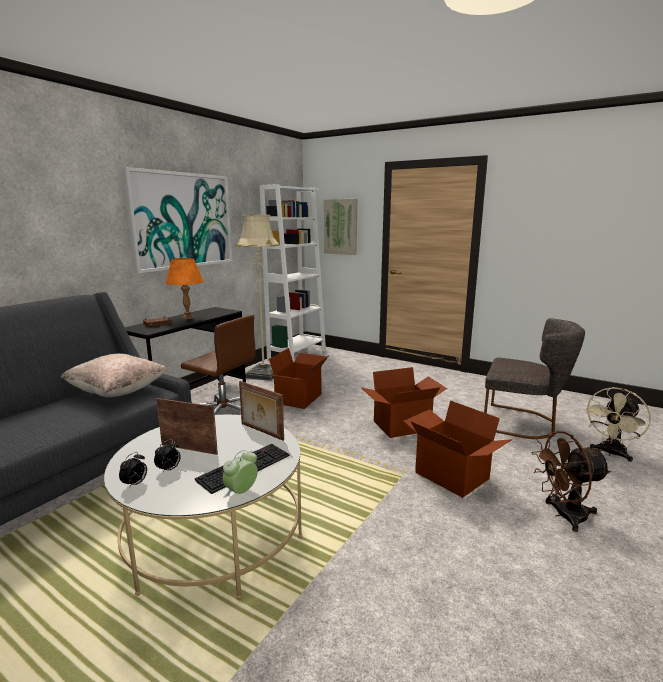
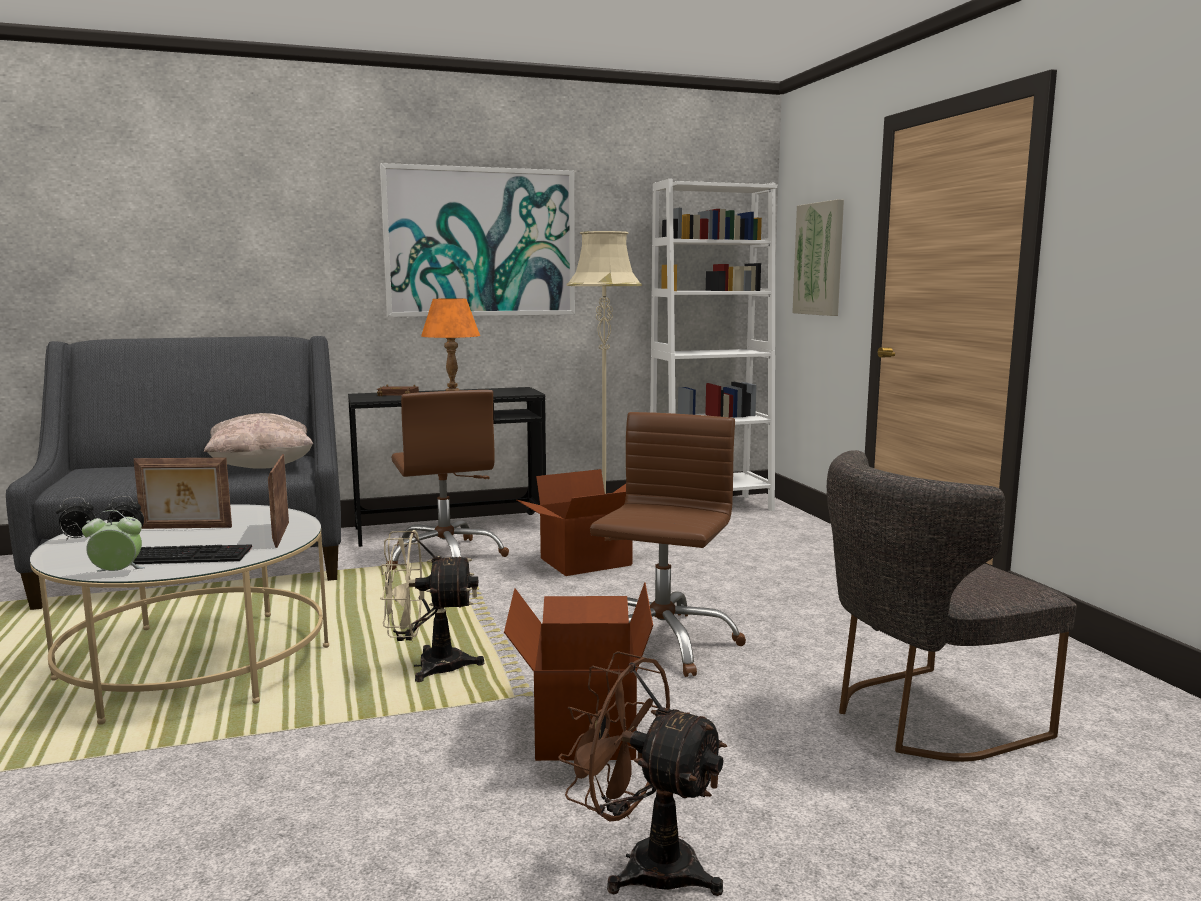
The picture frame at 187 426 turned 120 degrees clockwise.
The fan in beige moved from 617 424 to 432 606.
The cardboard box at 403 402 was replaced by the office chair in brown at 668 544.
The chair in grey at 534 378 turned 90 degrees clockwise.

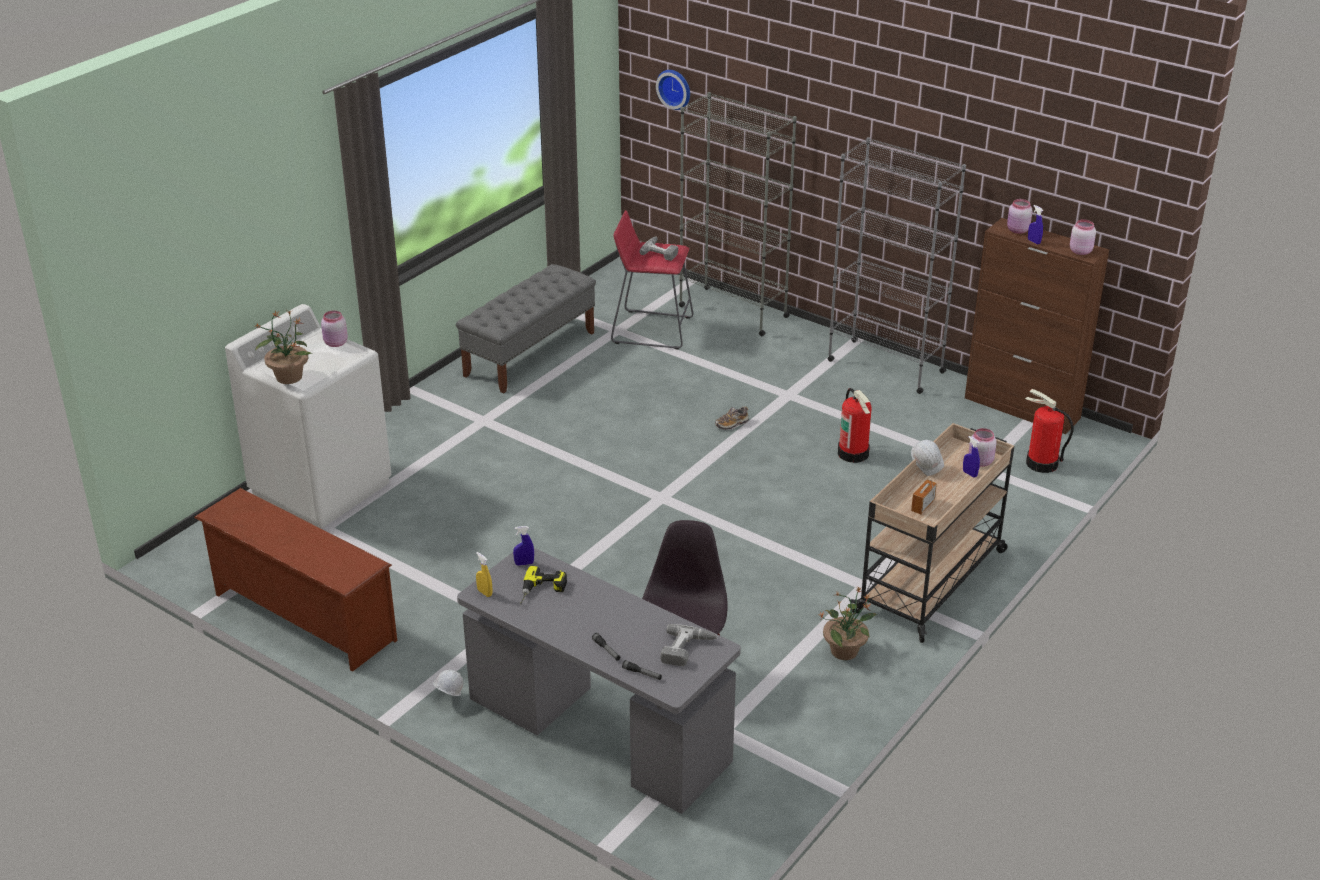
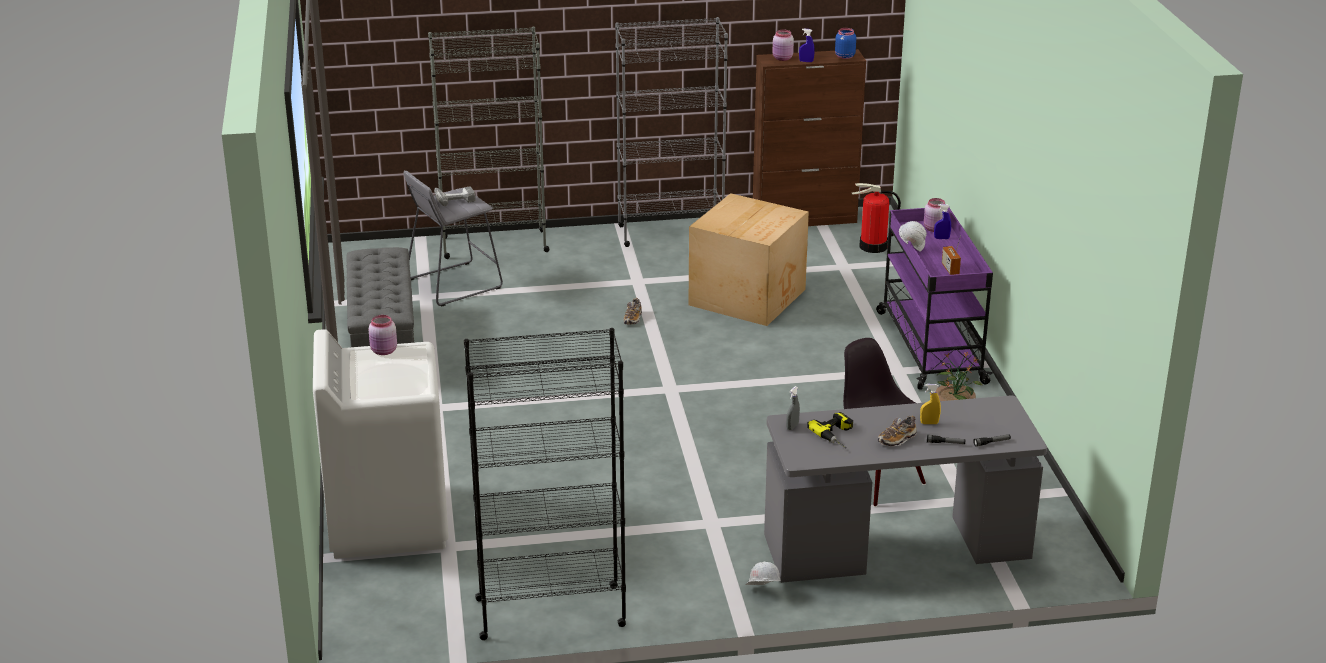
The stool in red at 652 280 became the stool in grey at 453 239.
The shoe rack in brown at 295 579 was replaced by the bookcase in black at 545 484.
The fire extinguisher at 854 425 was replaced by the cardboard box at 749 259.
The spray bottle in blue at 523 546 became the spray bottle in grey at 793 408.
The jar in pink at 1083 237 became the jar in blue at 845 43.
The cart in beige at 931 533 became the cart in purple at 934 299.
The shoe at 897 431 appeared.
The spray bottle in yellow moved from 484 574 to 930 404.
The potted plant at 283 347 disappeared.
The wall clock at 673 90 disappeared.
The power drill at 689 645 disappeared.

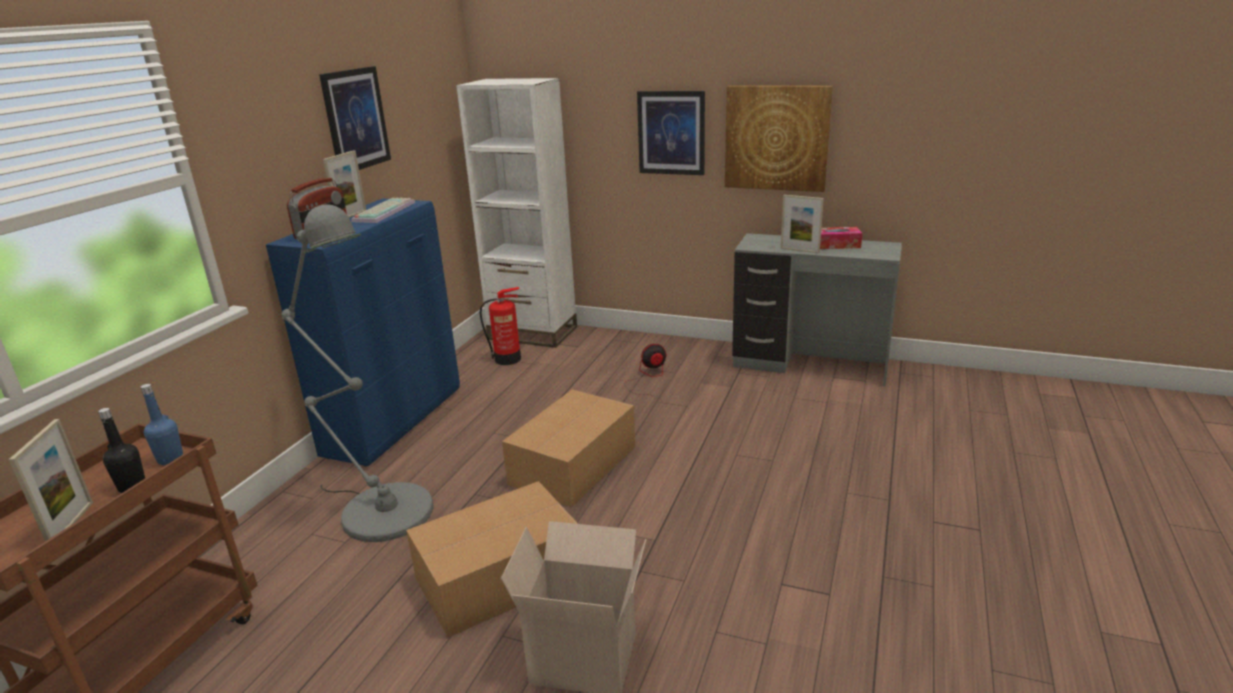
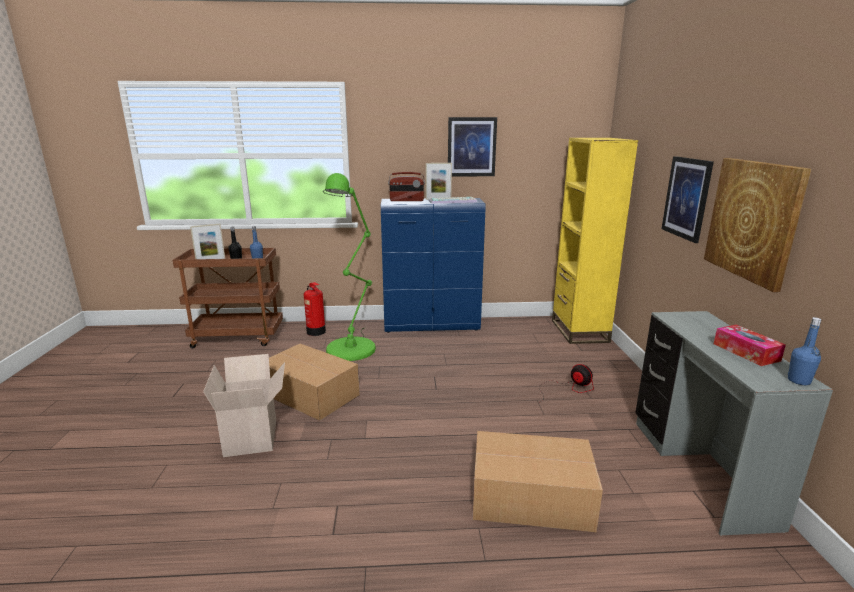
The fire extinguisher moved from 500 326 to 315 309.
The floor lamp in grey at 358 373 became the floor lamp in green at 349 267.
The cardboard box moved from 568 448 to 538 481.
The bookcase in white at 516 213 became the bookcase in yellow at 595 241.
The bottle in blue at 805 351 appeared.
The picture frame at 802 224 disappeared.

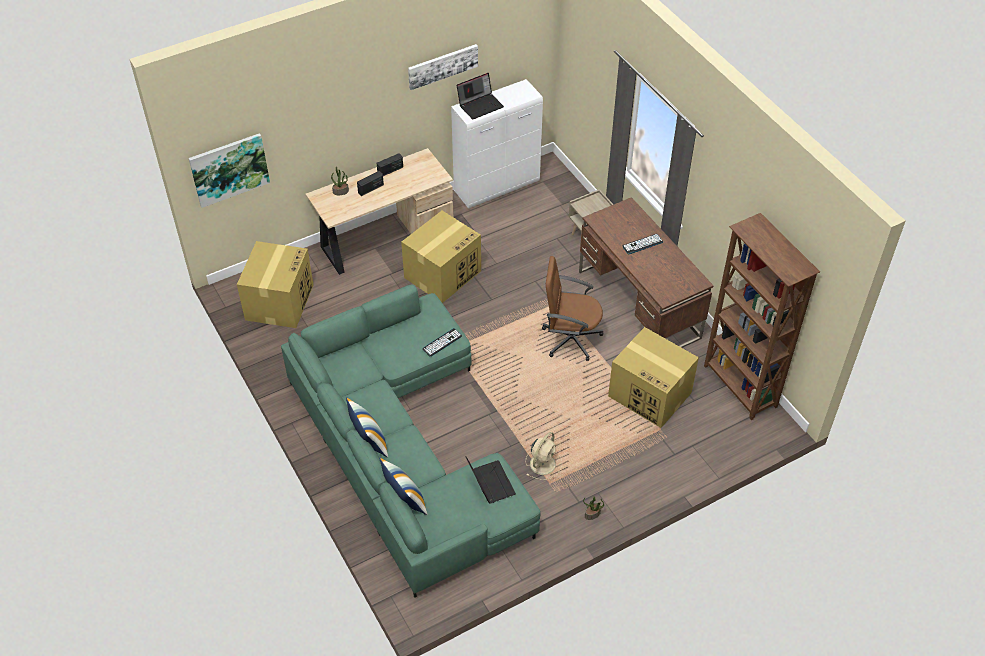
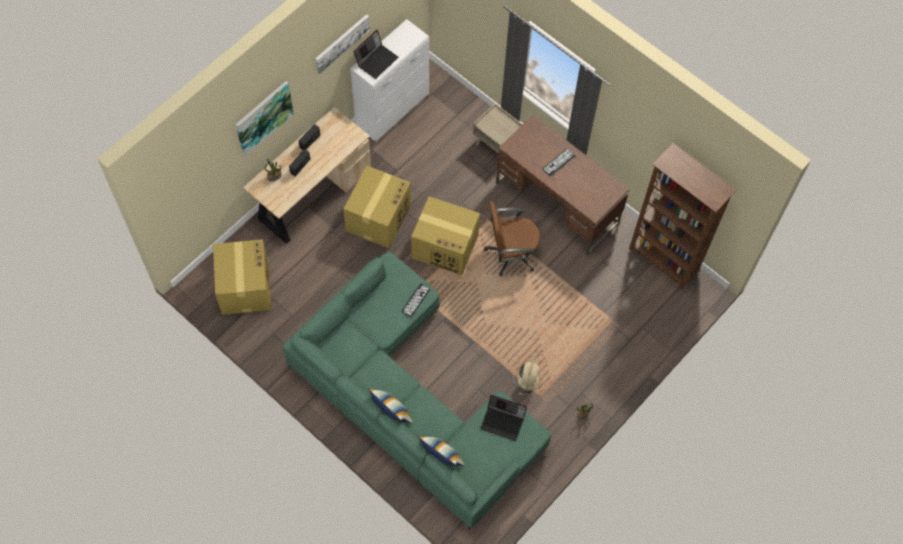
The picture moved from 229 170 to 265 119.
The cardboard box moved from 653 377 to 445 235.
The laptop at 491 480 turned 150 degrees clockwise.

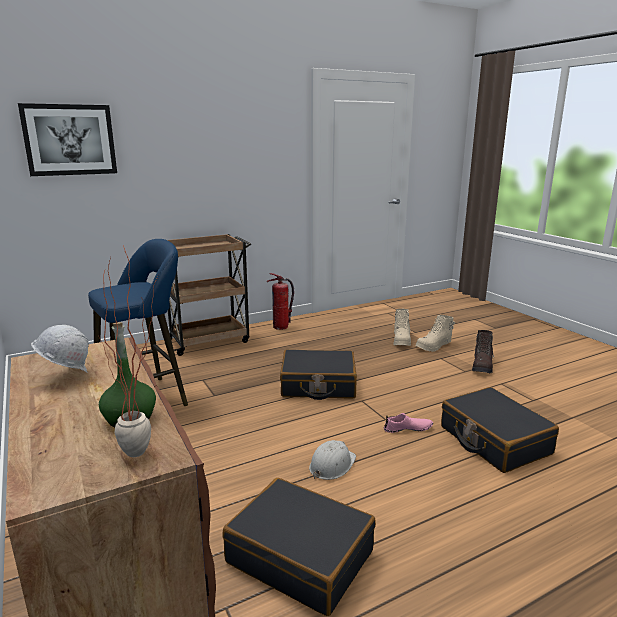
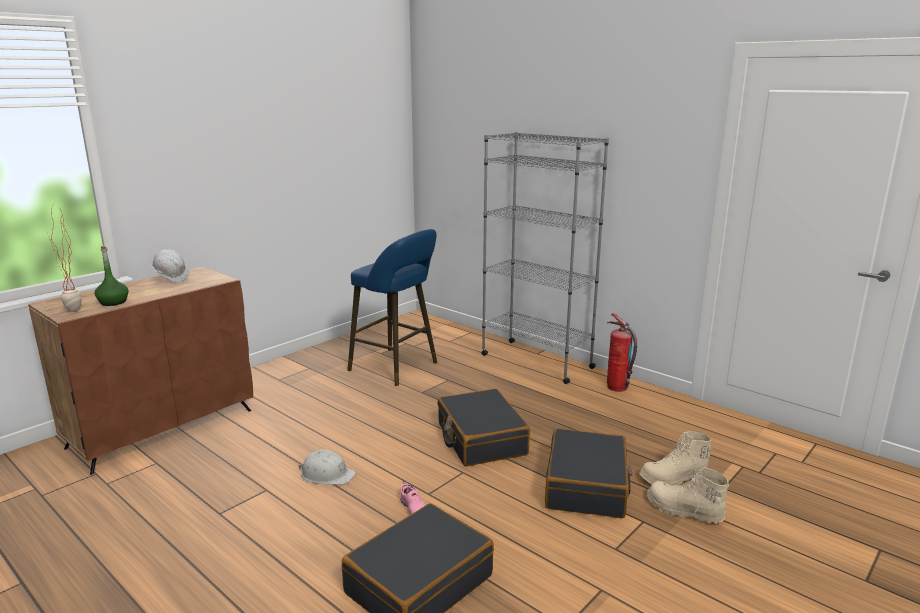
The cart in brown at 209 295 was replaced by the bookcase in grey at 545 258.
The suitcase in black moved from 299 547 to 588 473.
The picture at 67 139 disappeared.
The boot in brown at 483 351 disappeared.

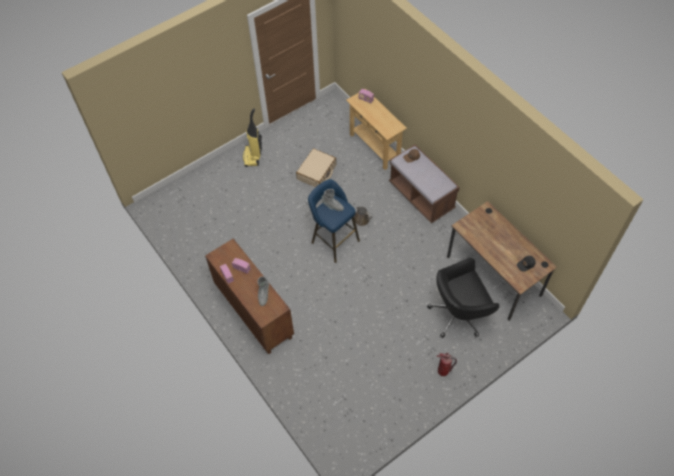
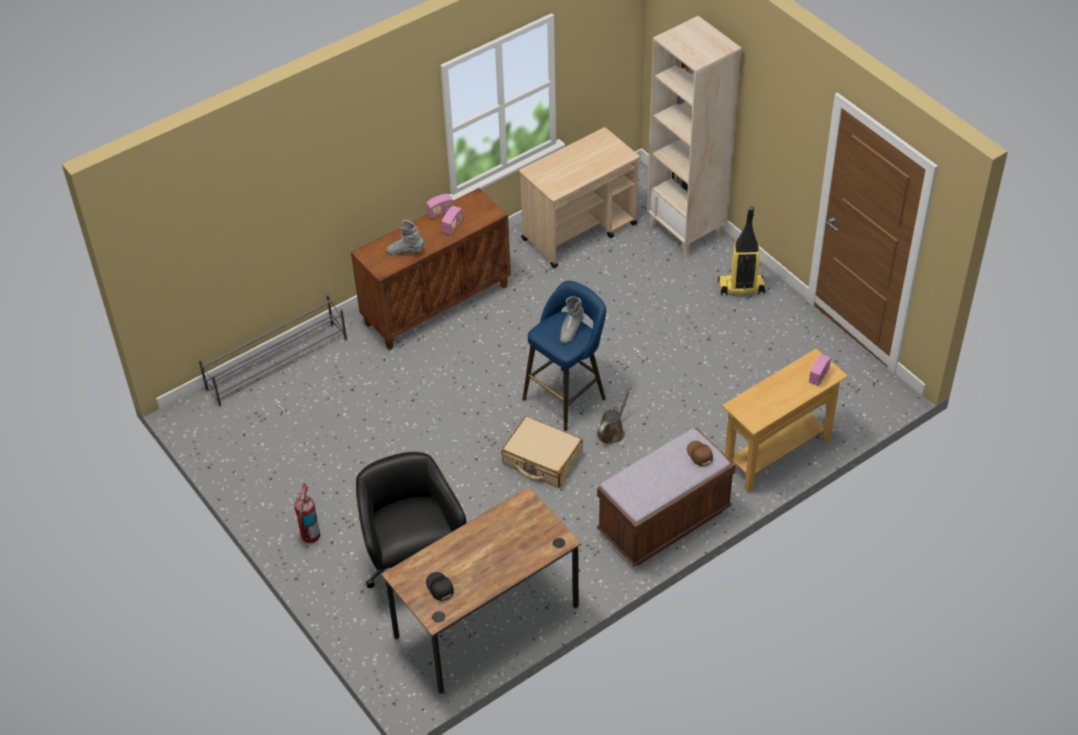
The shoe rack in grey at 273 350 appeared.
The suitcase in beige moved from 316 167 to 542 452.
The cart in beige at 579 197 appeared.
The bookcase in beige at 694 136 appeared.

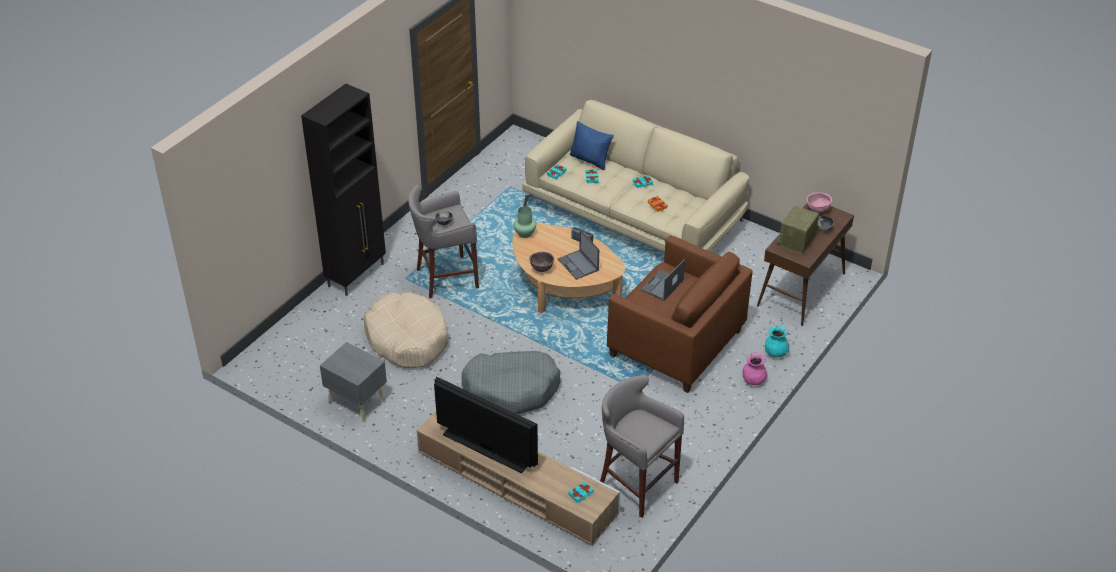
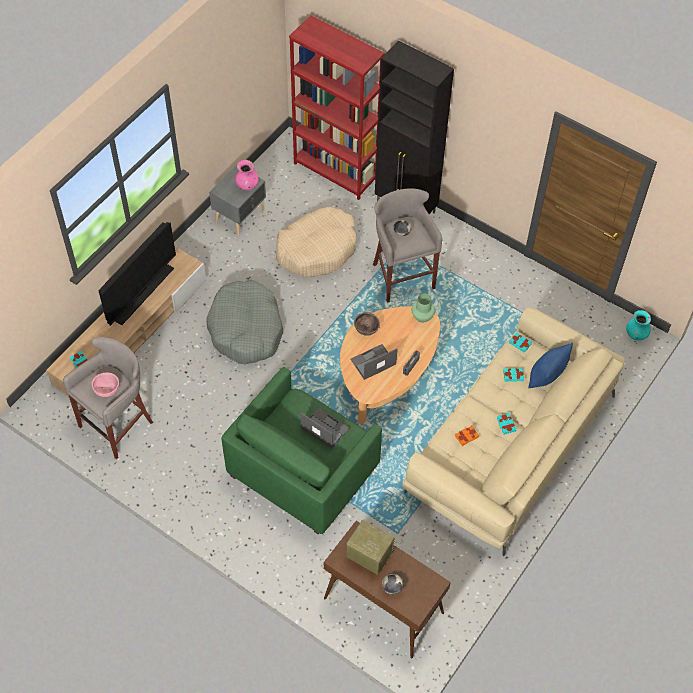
The bowl in pink moved from 819 202 to 105 385.
The armchair in brown at 679 314 became the armchair in green at 301 450.
The vase in pink moved from 755 368 to 247 175.
The bookcase in red at 337 107 appeared.
The vase in turquoise moved from 777 341 to 638 325.

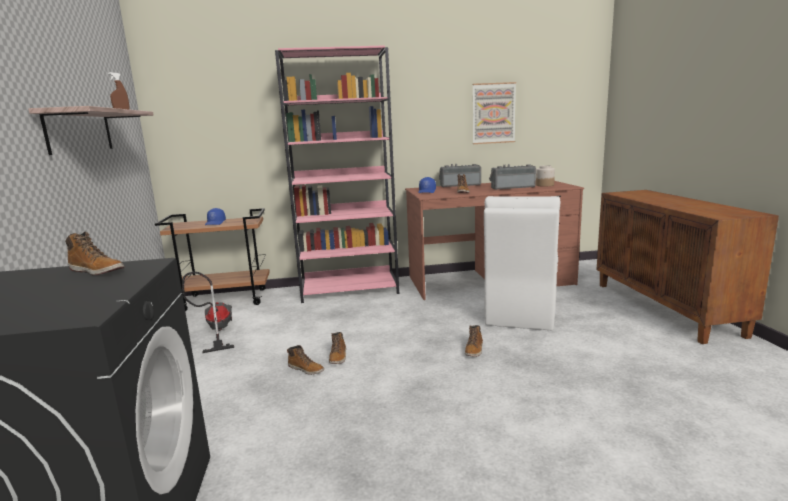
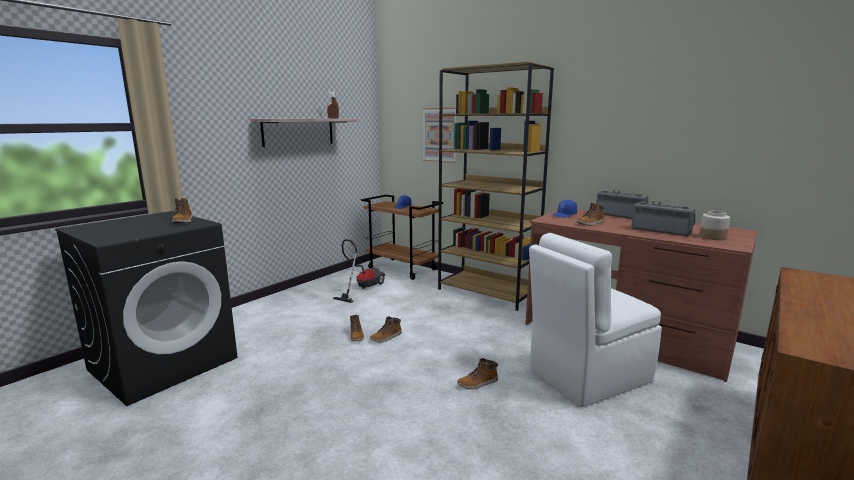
The picture moved from 494 113 to 439 135.
The bookcase in pink at 337 174 became the bookcase in brown at 496 186.

